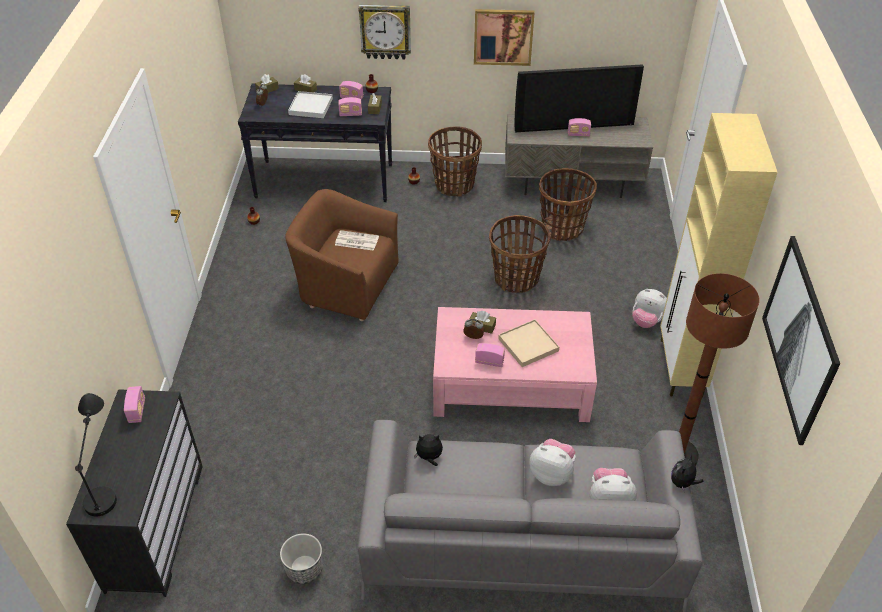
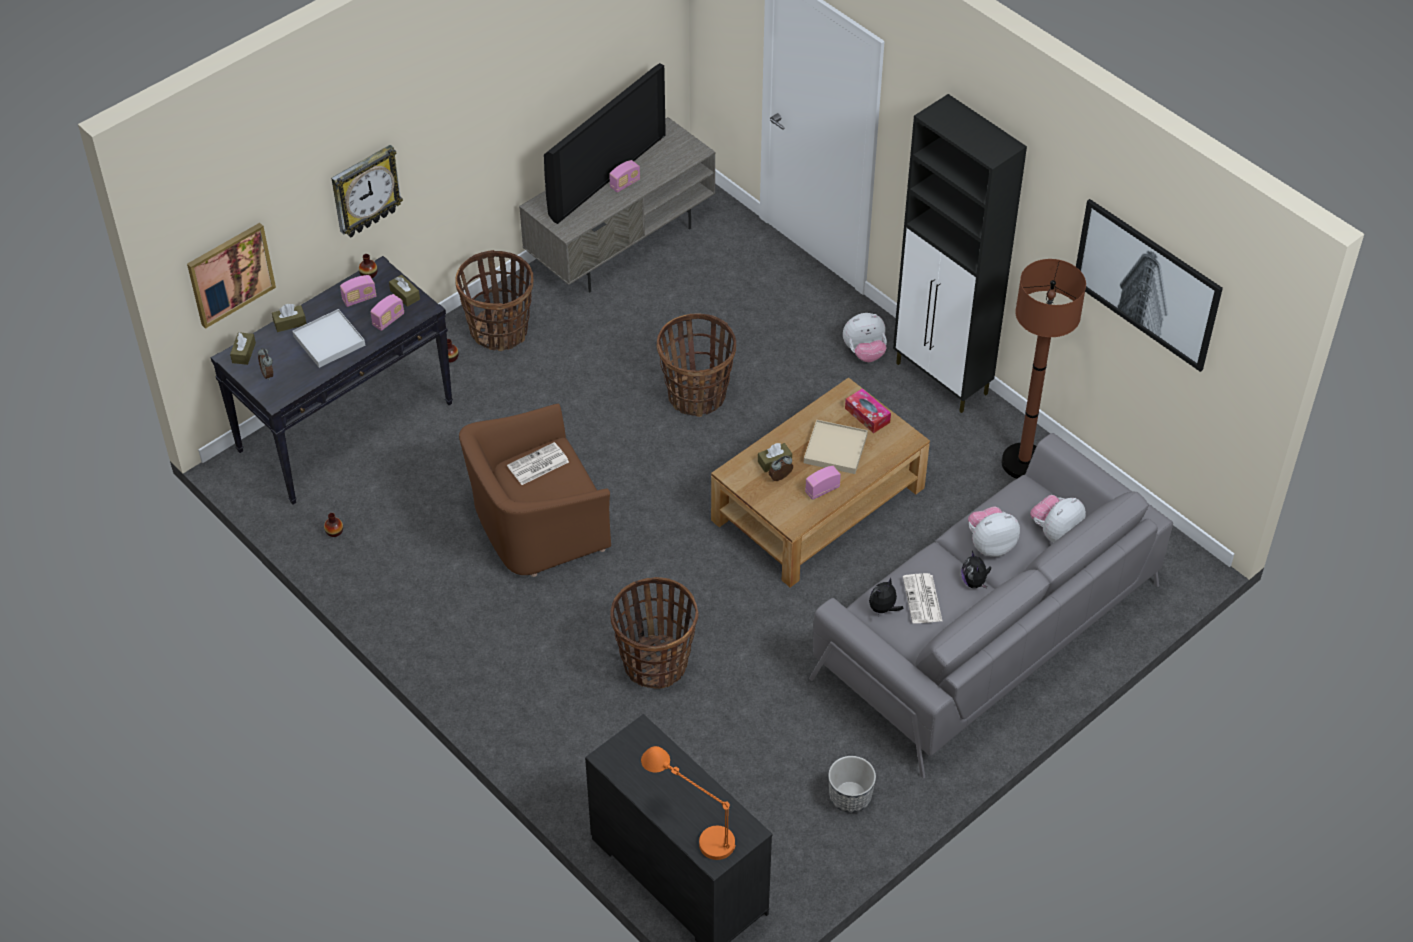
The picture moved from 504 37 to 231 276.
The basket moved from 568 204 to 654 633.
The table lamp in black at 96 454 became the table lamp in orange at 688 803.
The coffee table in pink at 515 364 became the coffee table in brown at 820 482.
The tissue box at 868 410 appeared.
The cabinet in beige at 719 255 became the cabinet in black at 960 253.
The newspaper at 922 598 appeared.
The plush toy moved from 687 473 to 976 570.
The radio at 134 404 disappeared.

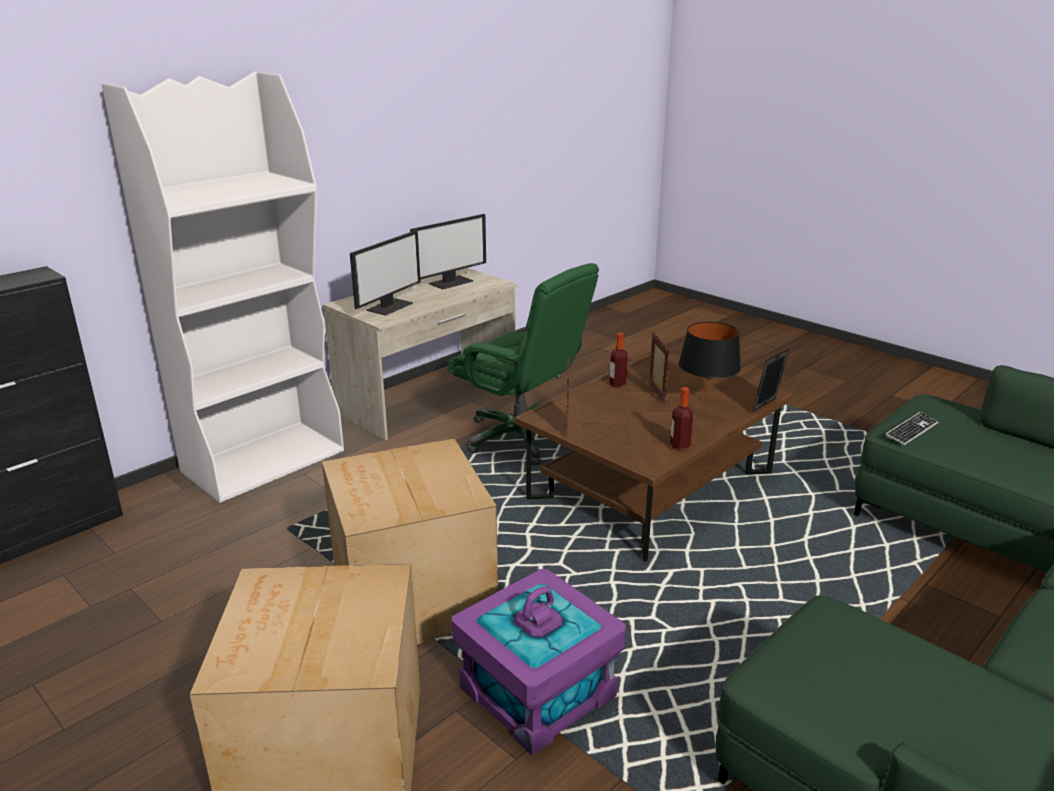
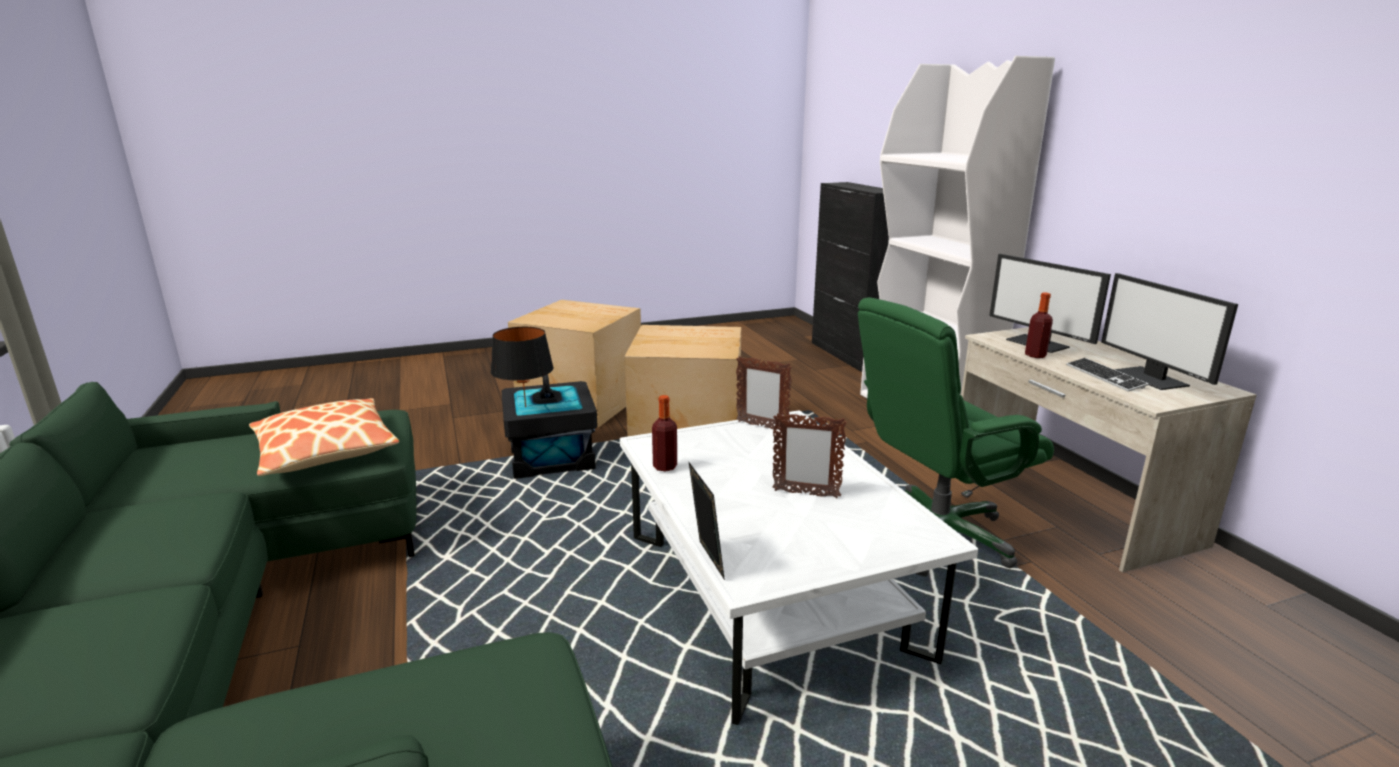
The pillow at 324 437 appeared.
The table lamp in black moved from 710 362 to 522 367.
The storage box in purple at 539 662 became the storage box in black at 549 426.
The coffee table in brown at 654 457 became the coffee table in white at 799 567.
The bottle moved from 618 359 to 1039 325.
The keyboard moved from 911 428 to 1107 375.

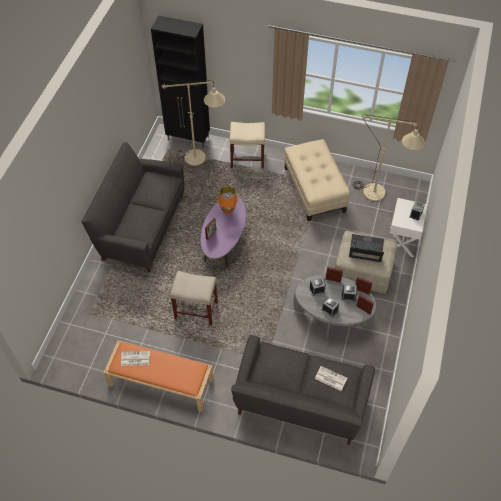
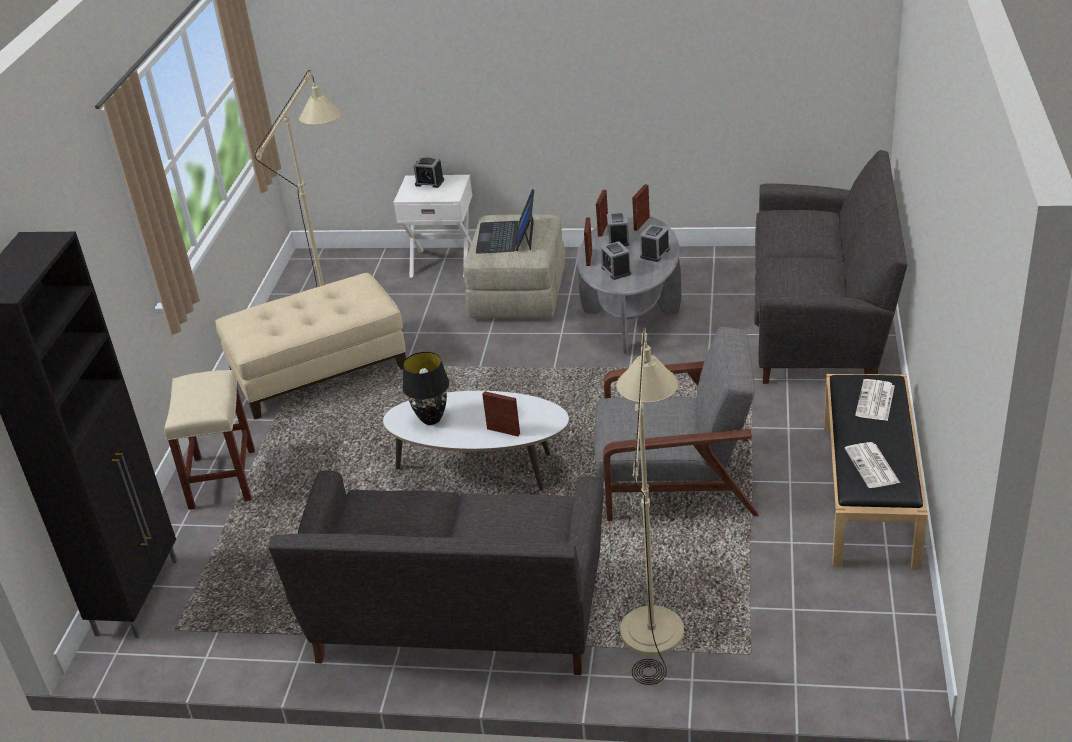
The coffee table in purple at 223 231 became the coffee table in white at 476 440.
The table lamp in orange at 228 200 became the table lamp in black at 425 388.
The stool in beige at 194 298 was replaced by the armchair in grey at 676 424.
The floor lamp in beige moved from 193 123 to 650 506.
The bench in orange at 159 376 became the bench in black at 876 472.
The newspaper moved from 331 378 to 875 400.

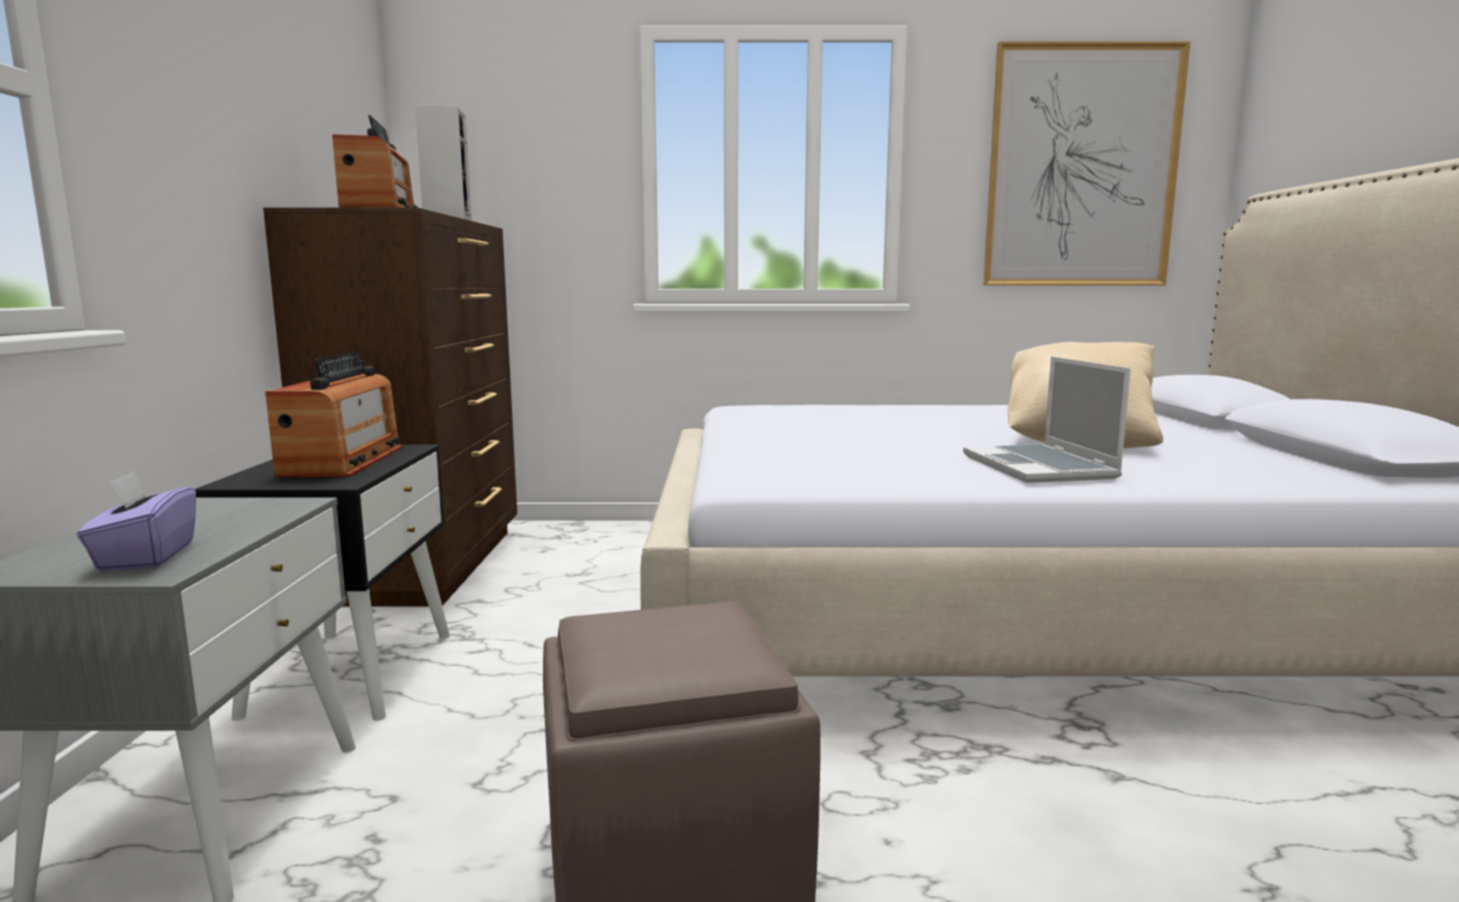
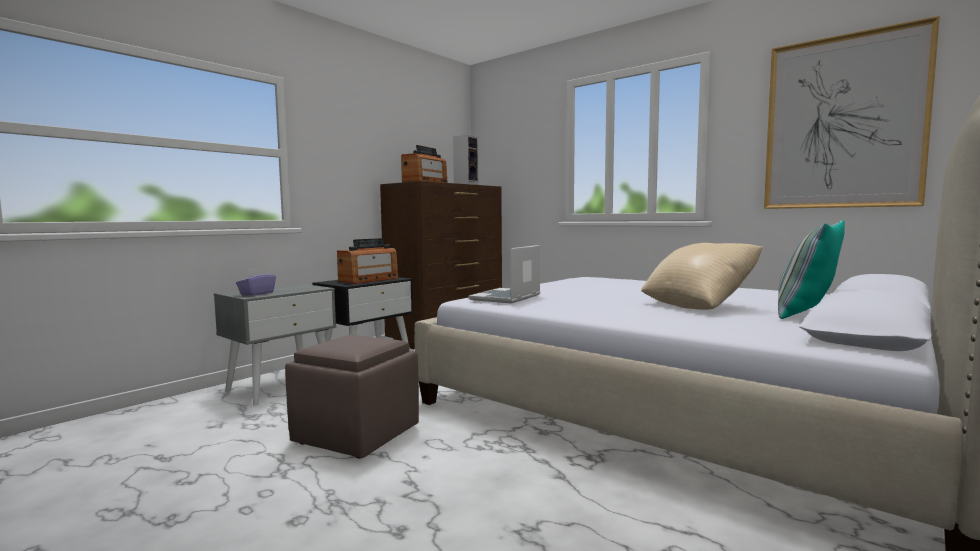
The laptop moved from 1047 419 to 504 274.
The pillow at 811 269 appeared.

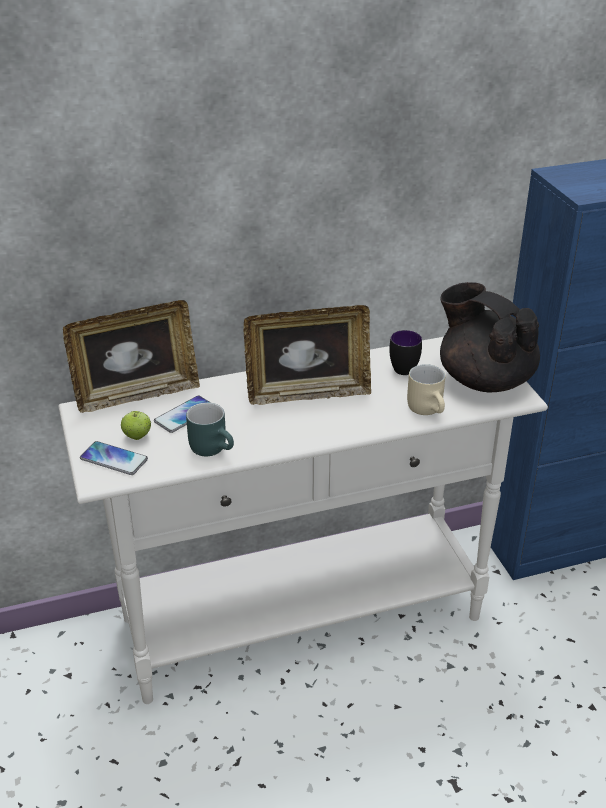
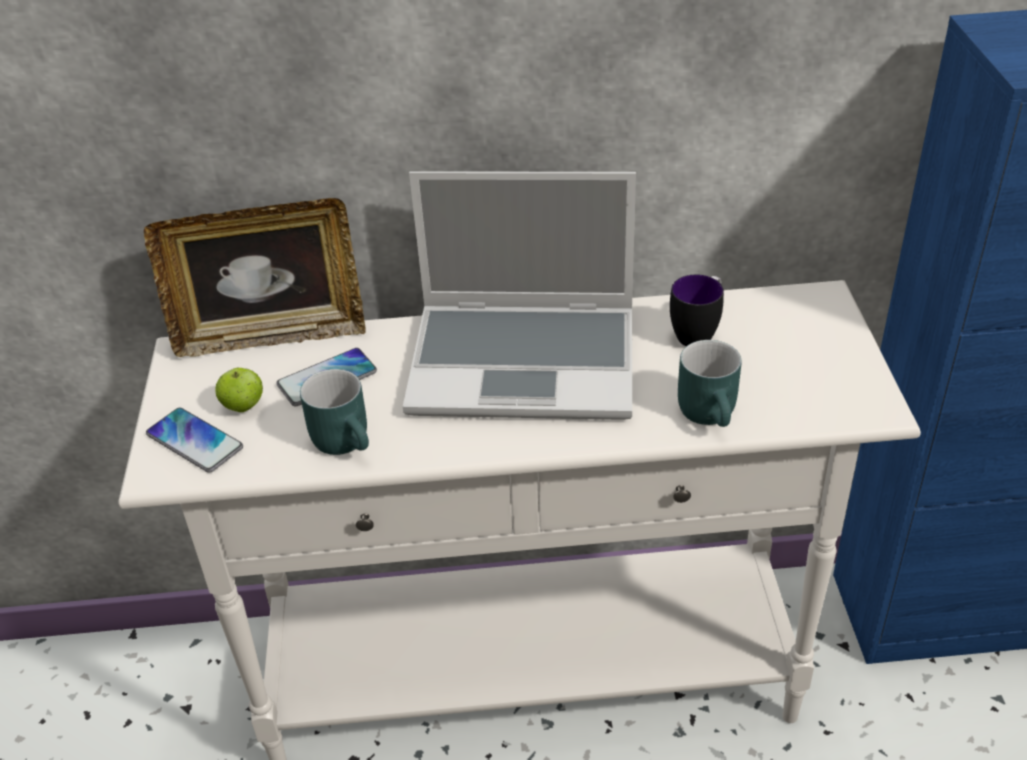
The picture frame at 307 355 was replaced by the laptop at 519 295.
The mug in beige at 426 389 became the mug in turquoise at 710 383.
The teapot in black at 490 337 disappeared.

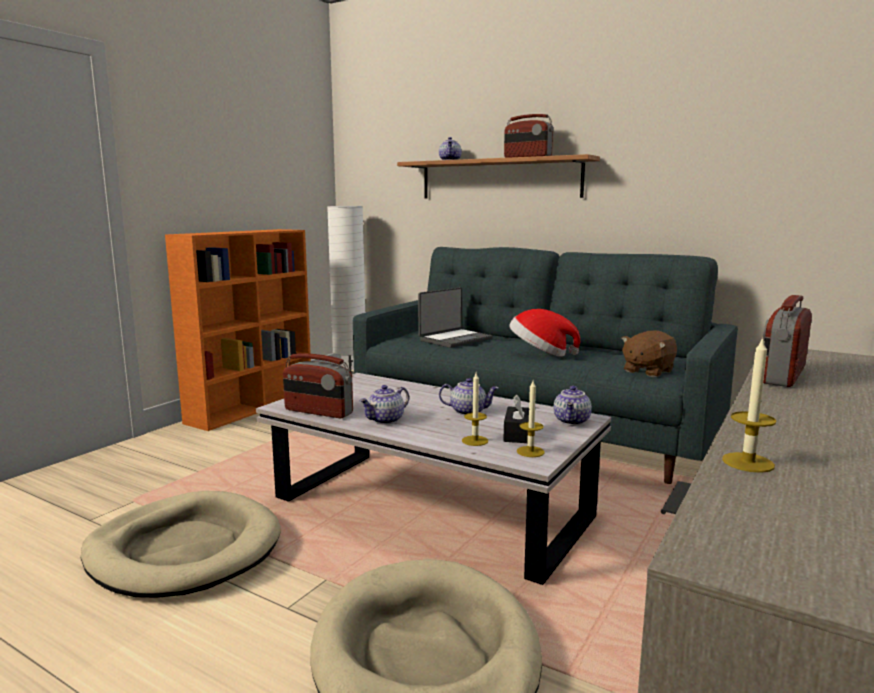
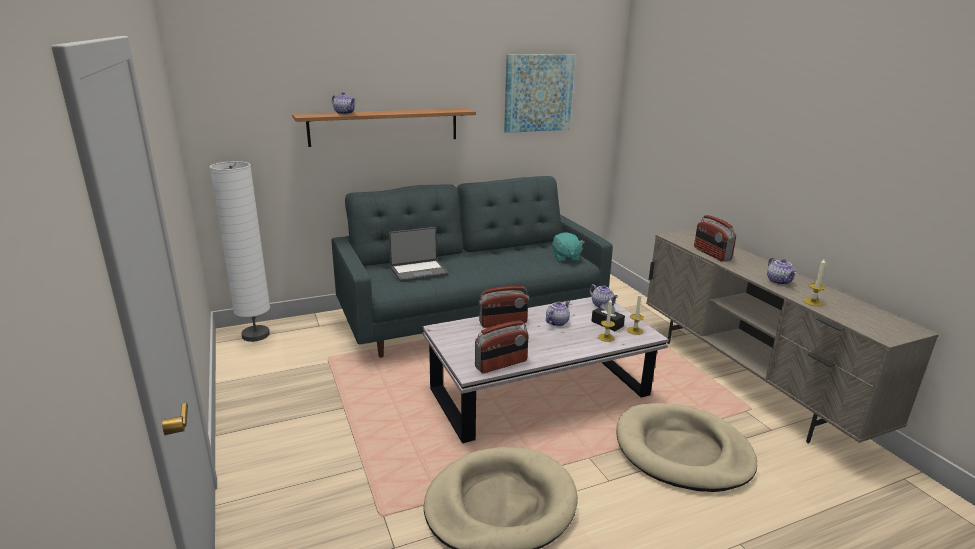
The laptop at 455 317 turned 75 degrees clockwise.
The radio moved from 528 136 to 504 307.
The picture at 539 93 appeared.
The plush toy in brown at 649 353 became the plush toy in turquoise at 568 247.
The teapot moved from 384 404 to 782 271.
The bookcase in orange at 238 330 disappeared.
The hat at 544 333 disappeared.

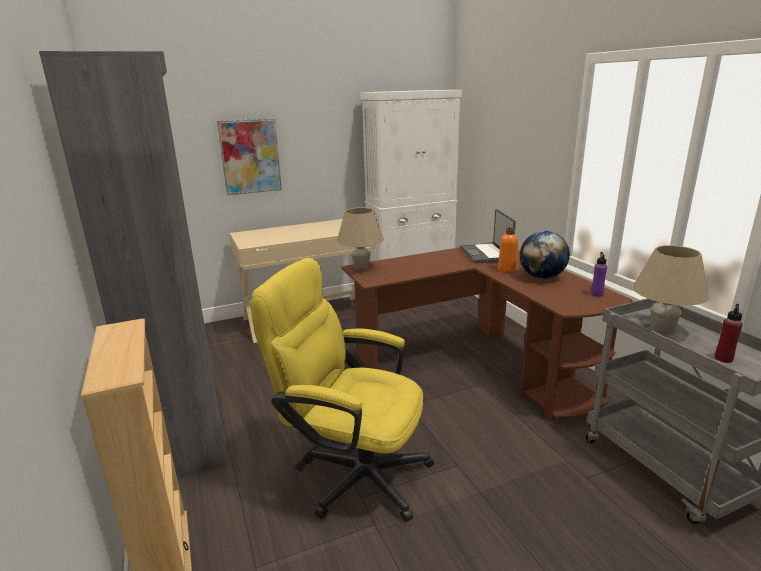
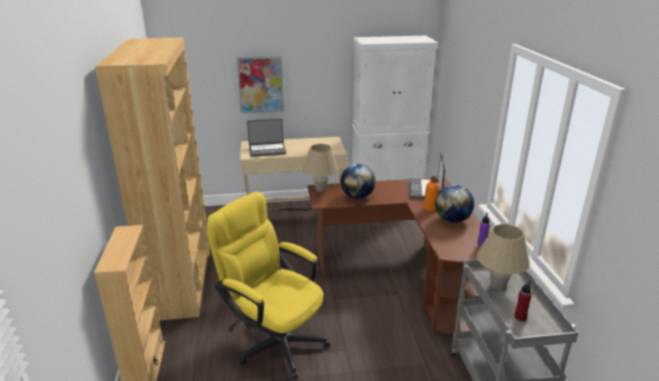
The bookcase in grey at 133 265 became the bookcase in brown at 152 179.
The laptop at 266 137 appeared.
The globe at 358 181 appeared.

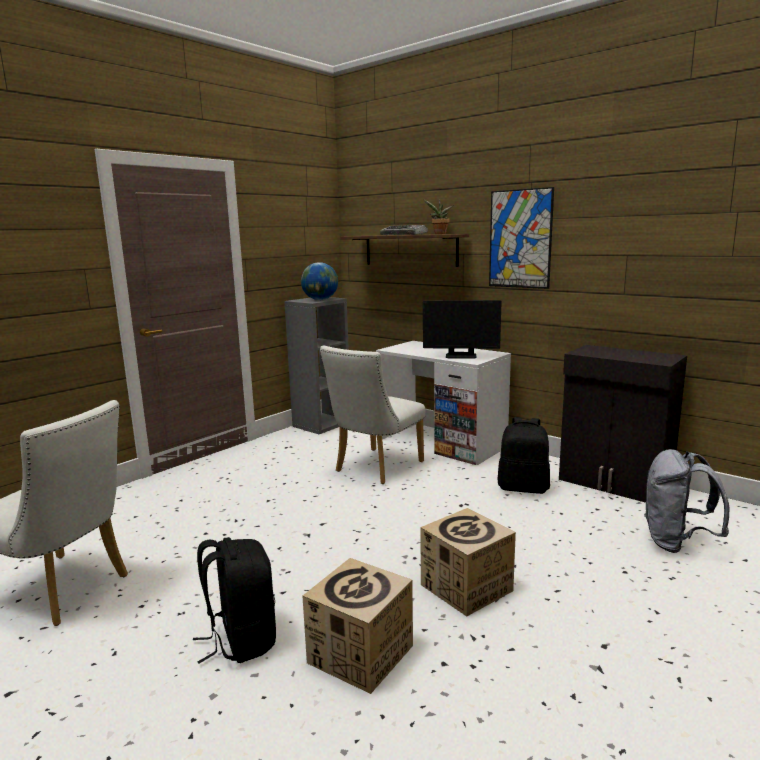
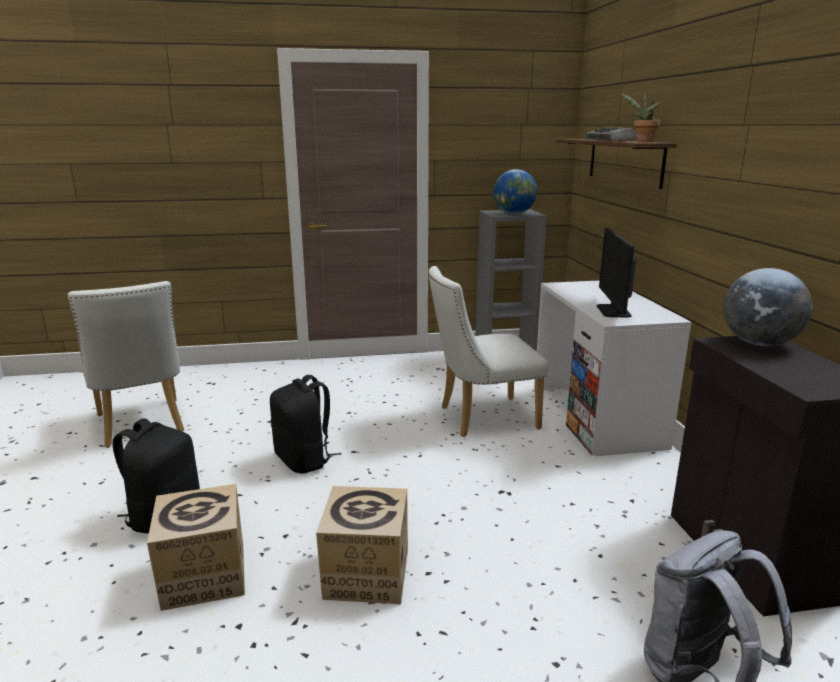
The backpack in black moved from 524 455 to 305 424.
The monitor at 462 329 turned 45 degrees clockwise.
The globe at 768 307 appeared.
The picture at 521 238 disappeared.

